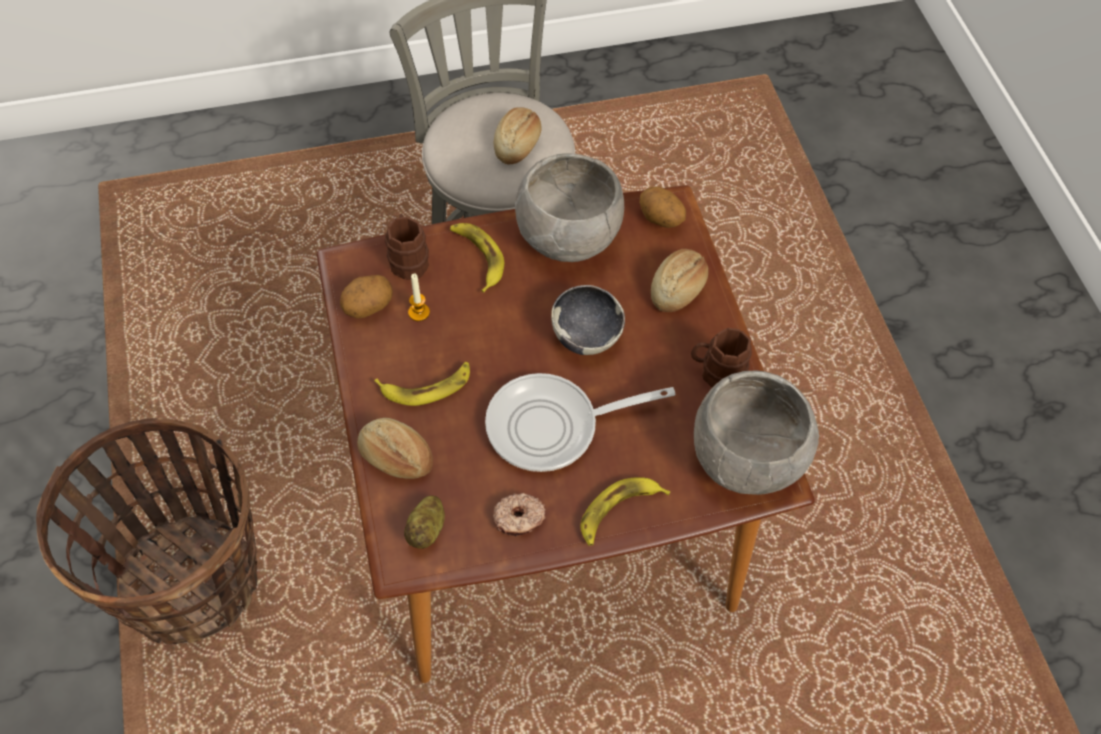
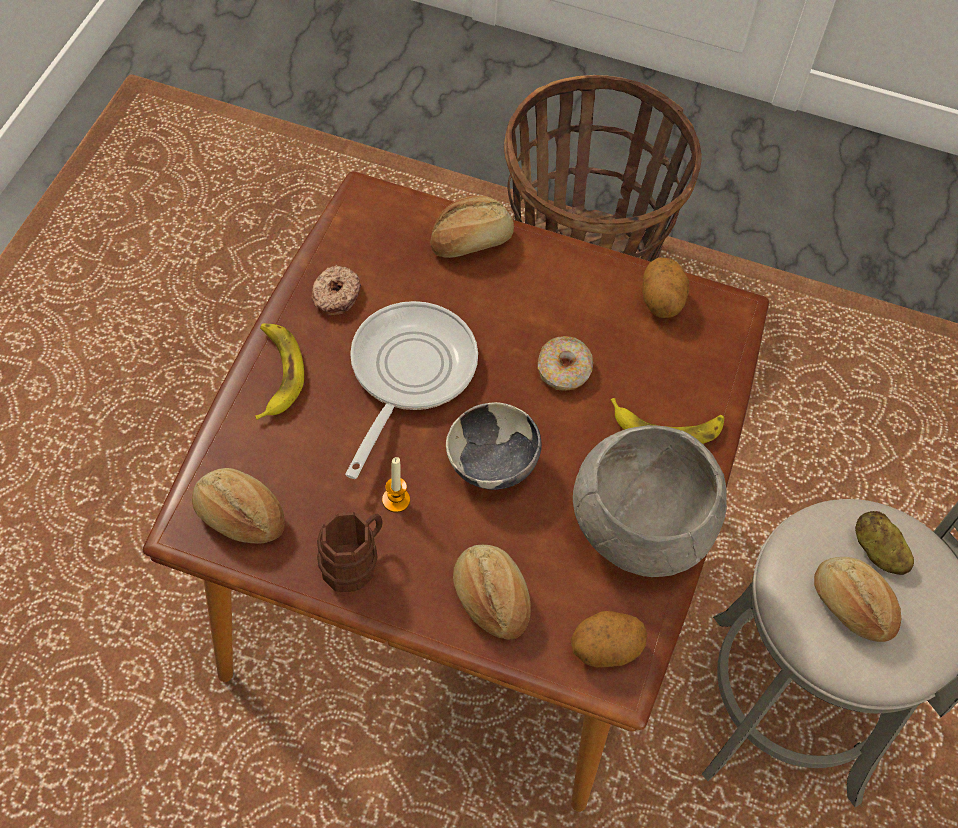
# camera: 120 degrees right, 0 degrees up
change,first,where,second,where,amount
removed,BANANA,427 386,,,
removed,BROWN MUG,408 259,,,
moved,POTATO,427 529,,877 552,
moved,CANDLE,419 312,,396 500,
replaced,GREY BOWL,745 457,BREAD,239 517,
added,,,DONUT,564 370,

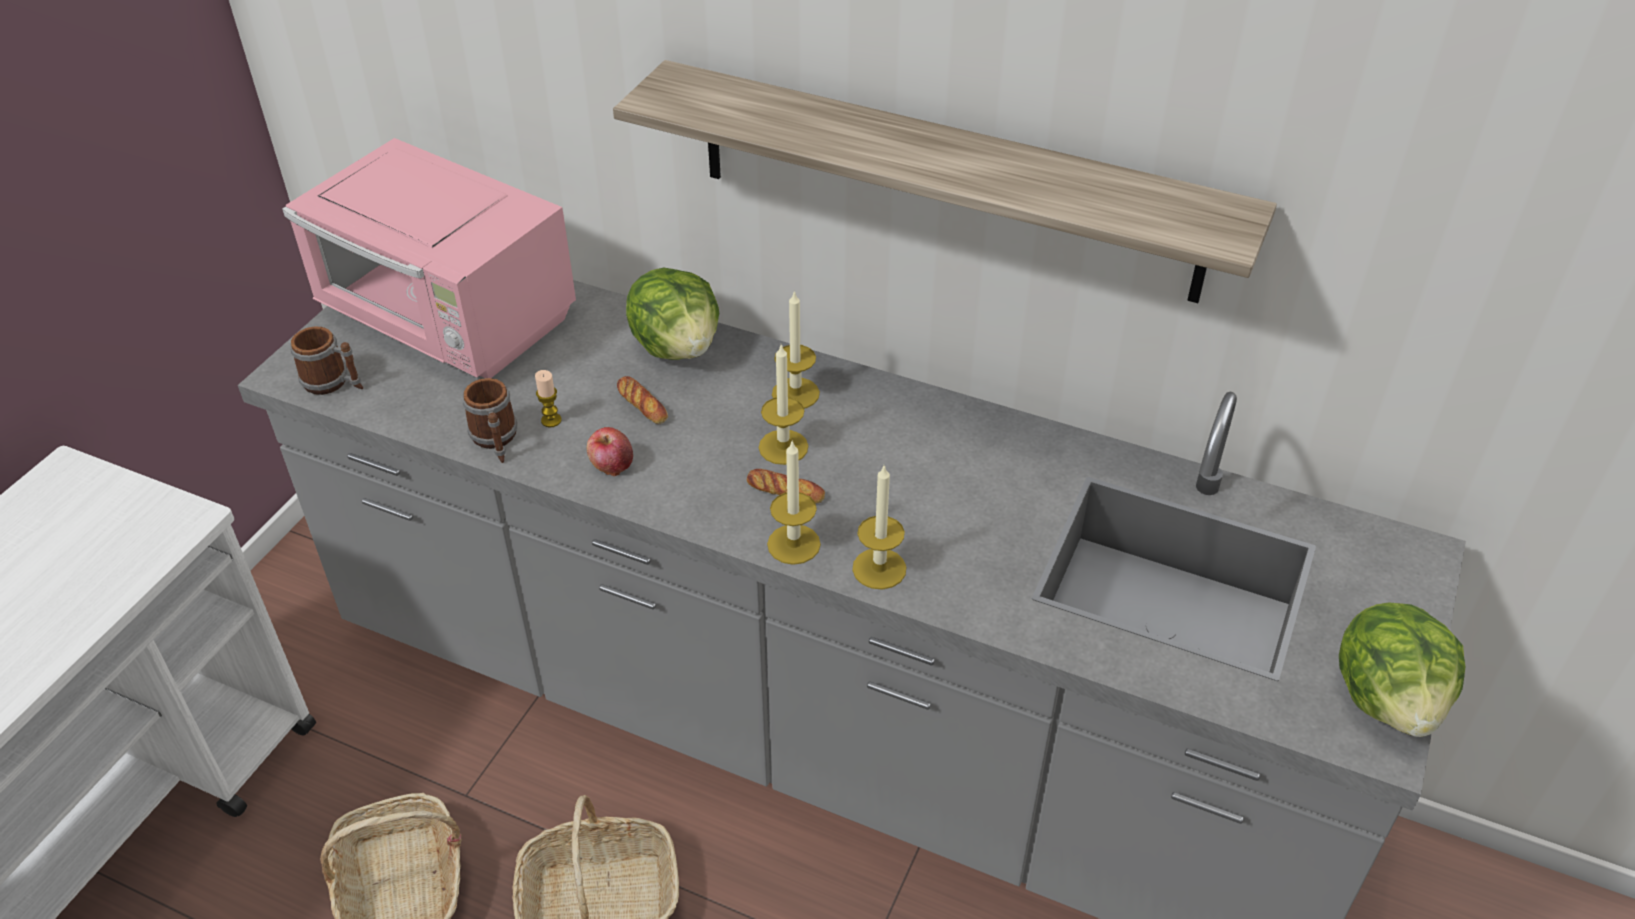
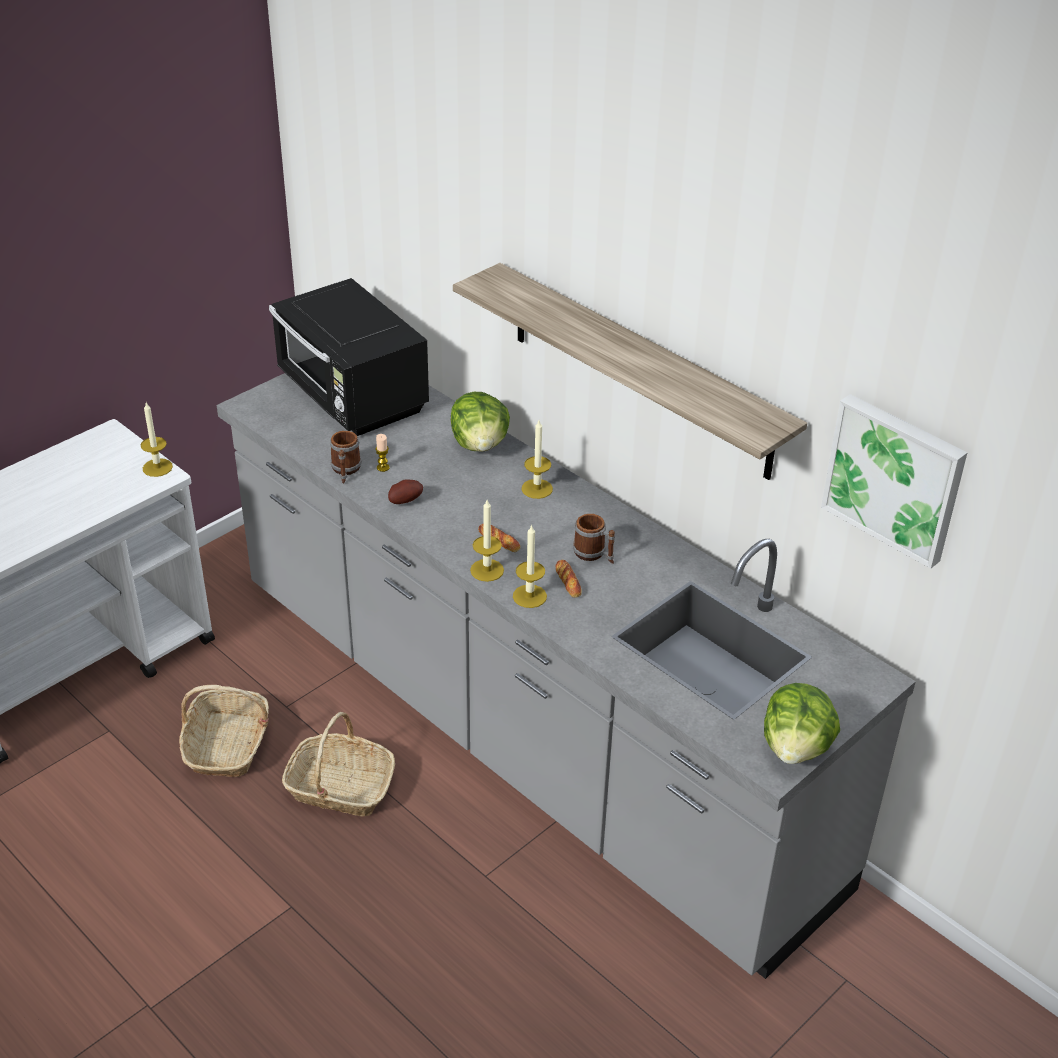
# camera: 20 degrees right, 5 degrees down
change,first,where,second,where,amount
recoloured,PINK MICROWAVE,449 320,BLACK MICROWAVE,352 397,
moved,MUG,333 383,,594 554,
replaced,APPLE,611 465,POTATO,405 501,
moved,BREAD,642 404,,568 581,
moved,CANDLE,783 447,,157 467,
added,,,PICTURE,895 478,

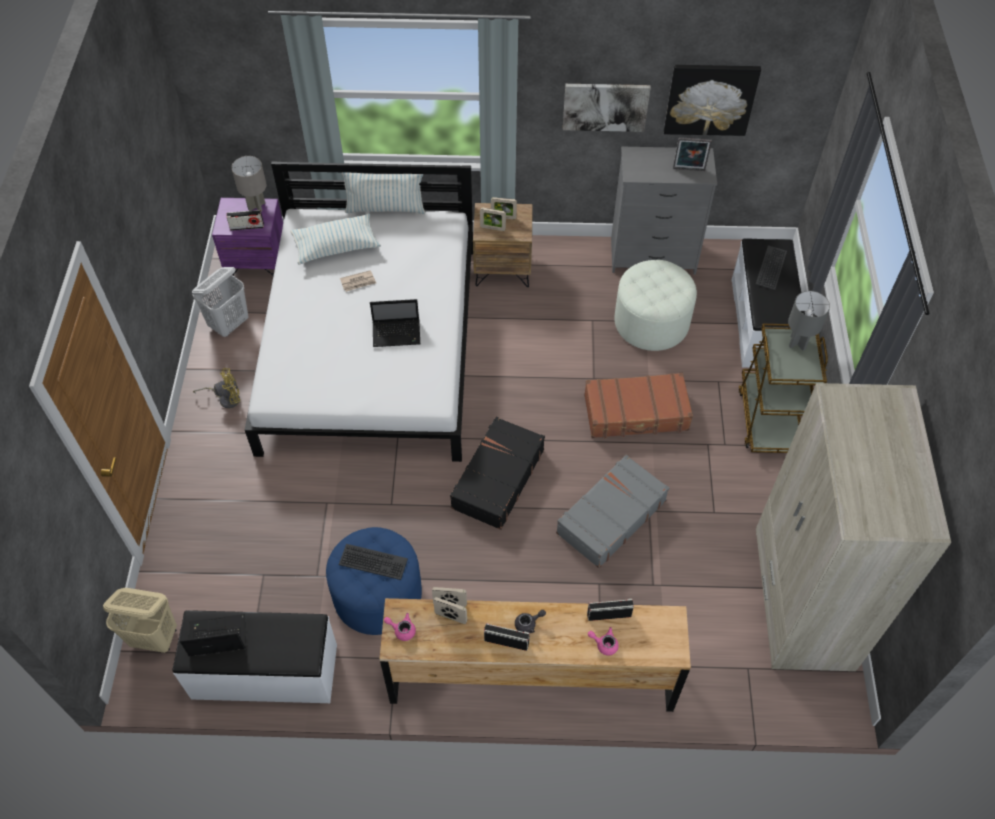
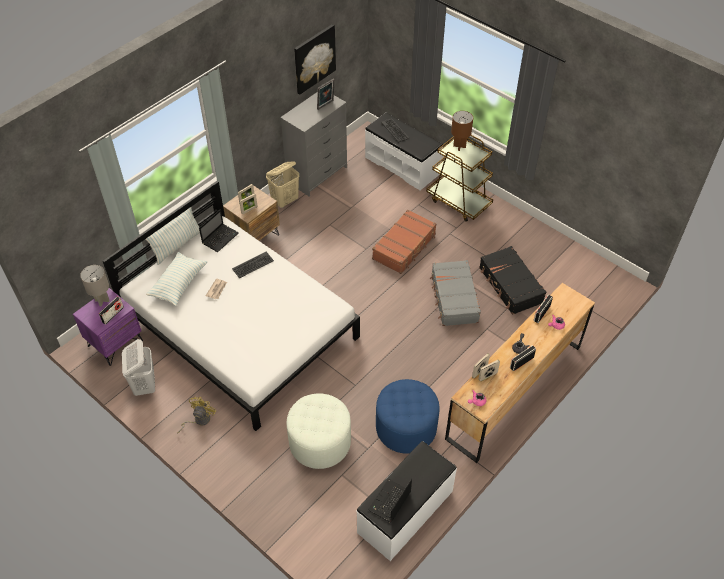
# camera: 50 degrees left, 5 degrees down
change,first,where,second,where,amount
moved,BEIGE LAUNDRY BASKET,155 638,,285 201,
moved,KEYBOARD,373 562,,253 265,
moved,LAPTOP,397 333,,220 238,
moved,BLACK SUITCASE,497 479,,510 285,
removed,PICTURE,605 106,,,
moved,WHITE OTTOMAN,651 322,,320 442,
removed,BEIGE WARDROBE,802 600,,,
recoloured,GREY TABLE LAMP,797 343,BROWN TABLE LAMP,459 146,

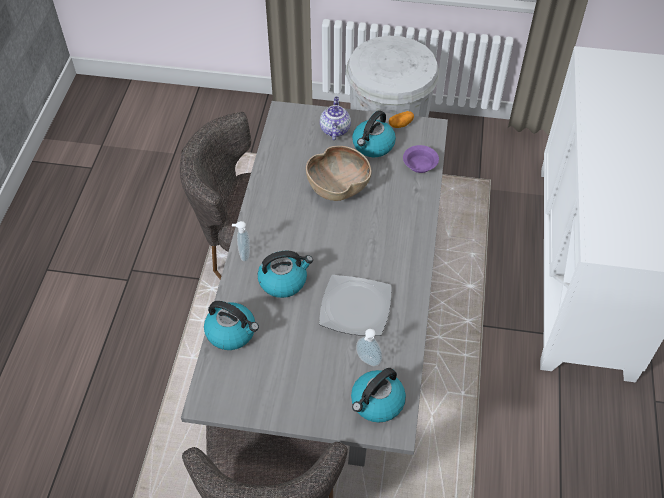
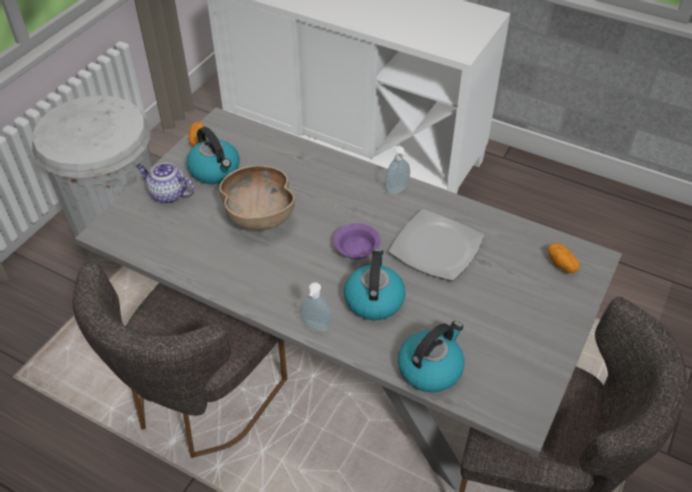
# camera: 70 degrees left, 5 degrees down
change,first,where,second,where,amount
replaced,KETTLE,377 403,POTATO,561 264,
moved,SOAP DISPENSER,367 361,,397 191,
moved,PURPLE BOWL,420 164,,355 248,

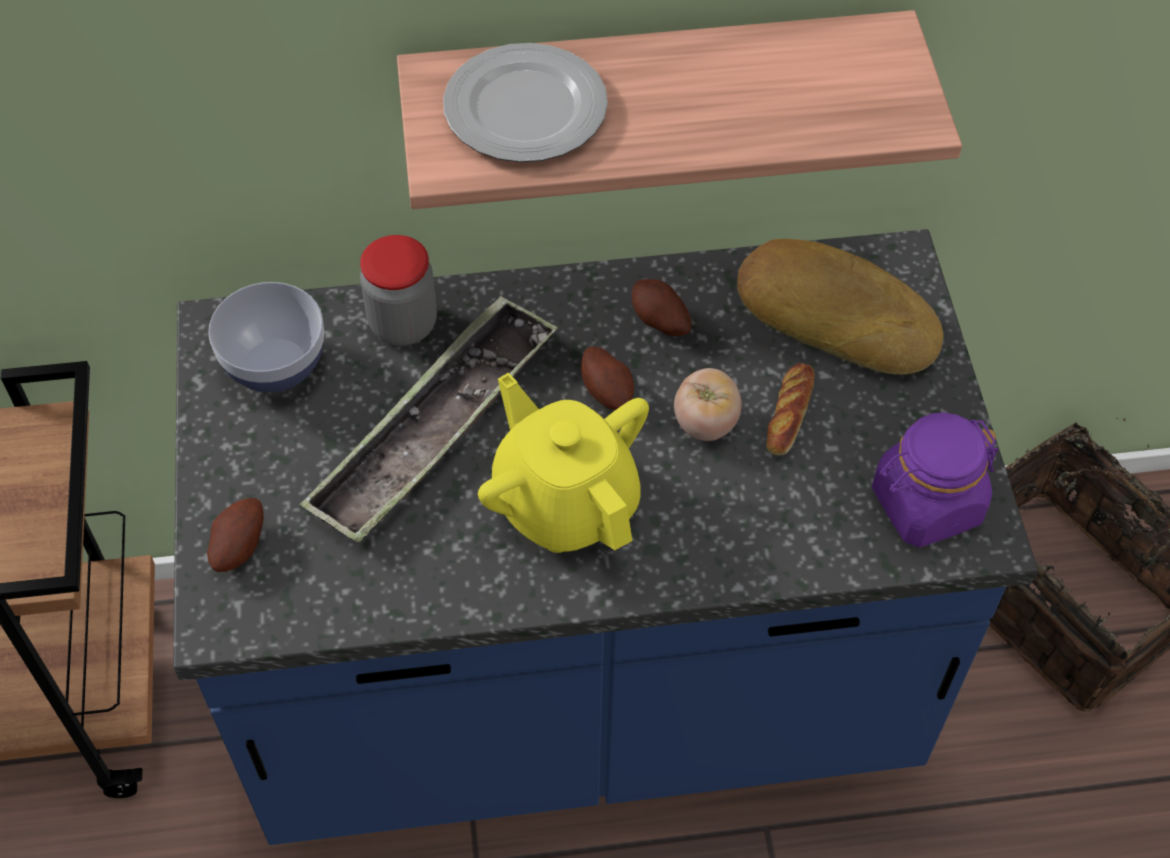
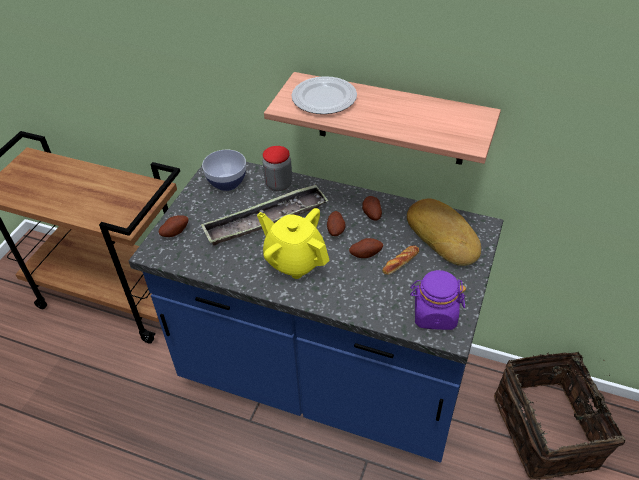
# camera: 30 degrees right, 10 degrees down
change,first,where,second,where,amount
turned,YELLOW TEAPOT,565 502,,294 260,45 degrees counterclockwise
replaced,TOMATO,705 423,POTATO,365 254,

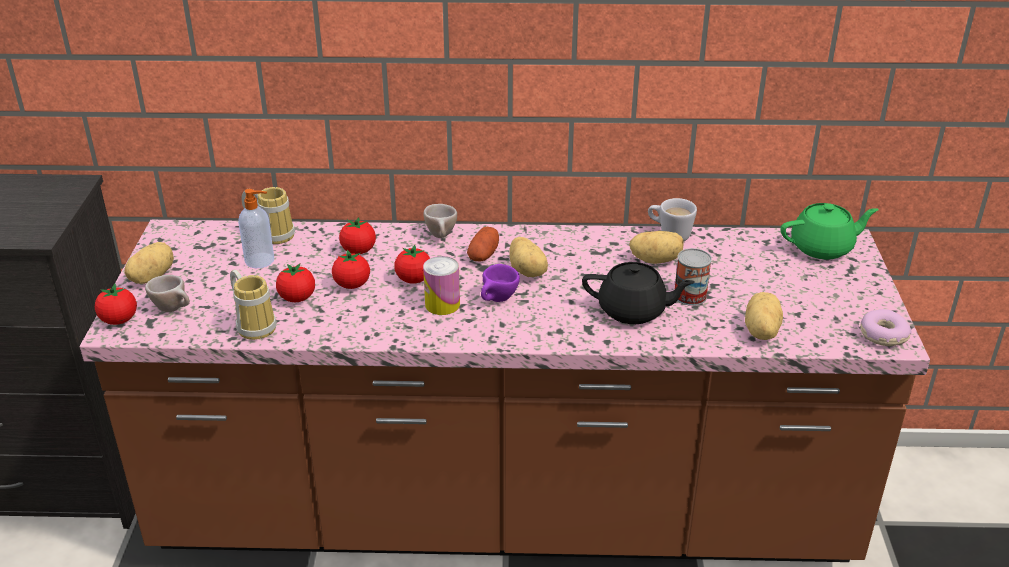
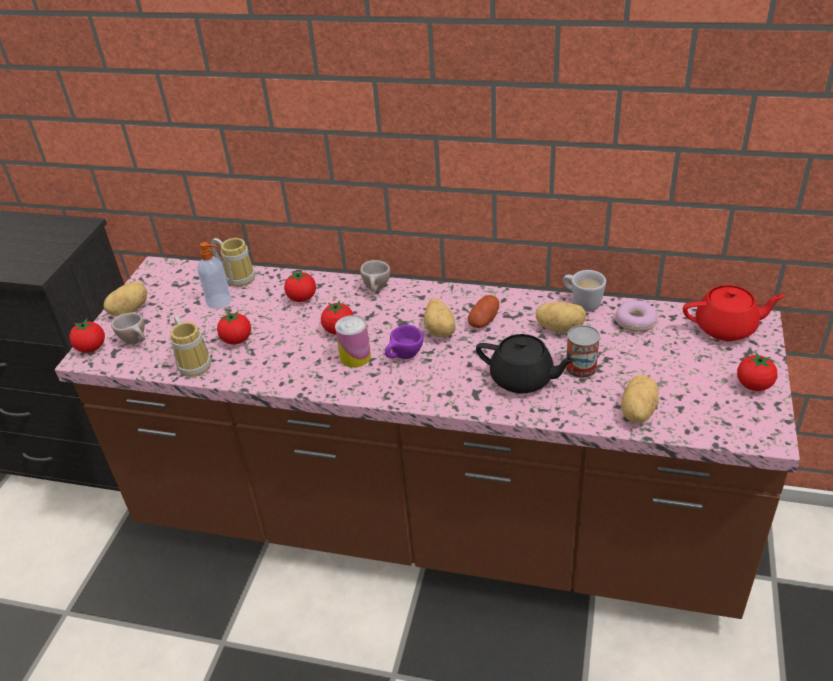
# camera: 15 degrees right, 5 degrees up
change,first,where,second,where,amount
moved,TOMATO,352 285,,754 385,
moved,POTATO,483 254,,484 320,
recoloured,GREEN TEAPOT,823 248,RED TEAPOT,727 328,
moved,DONUT,882 335,,635 322,

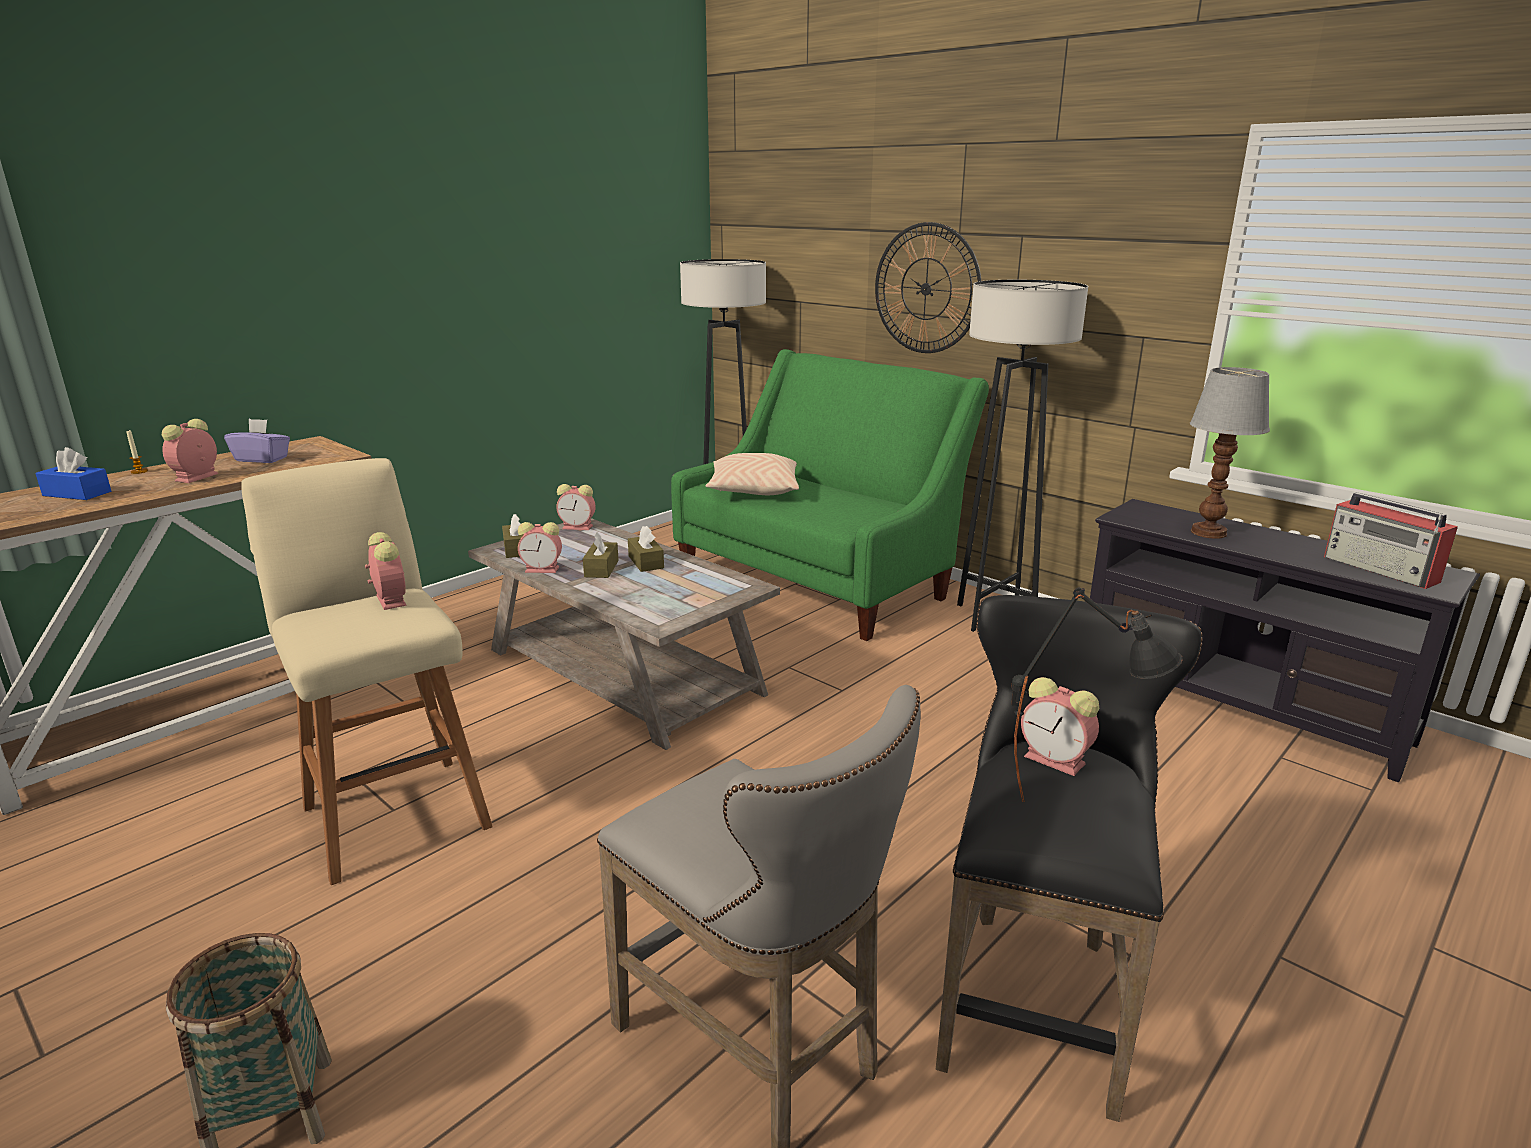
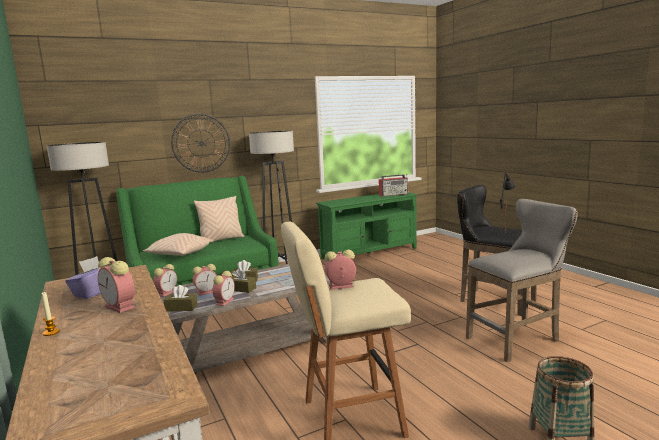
# camera: 70 degrees left, 10 degrees down
change,first,where,second,where,amount
removed,BLUE TISSUE BOX,77 493,,,
moved,ALARM CLOCK,1057 760,,207 292,
recoloured,BLACK TV STAND,1237 706,GREEN TV STAND,369 253,
removed,TABLE LAMP,1208 533,,,
added,,,BEIGE PILLOW,221 240,

